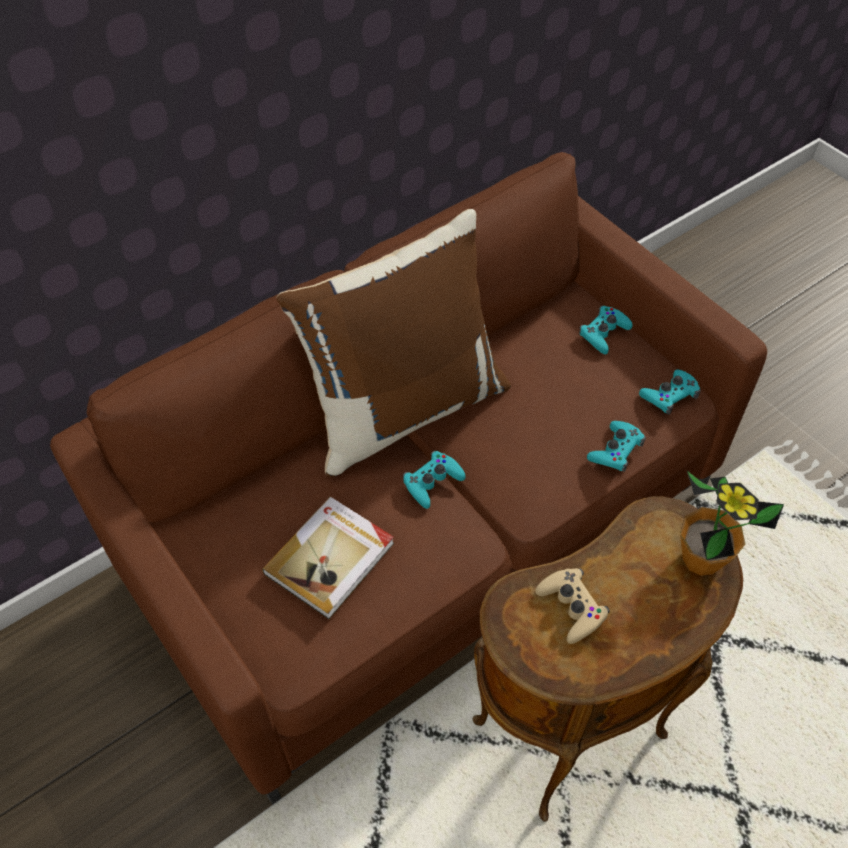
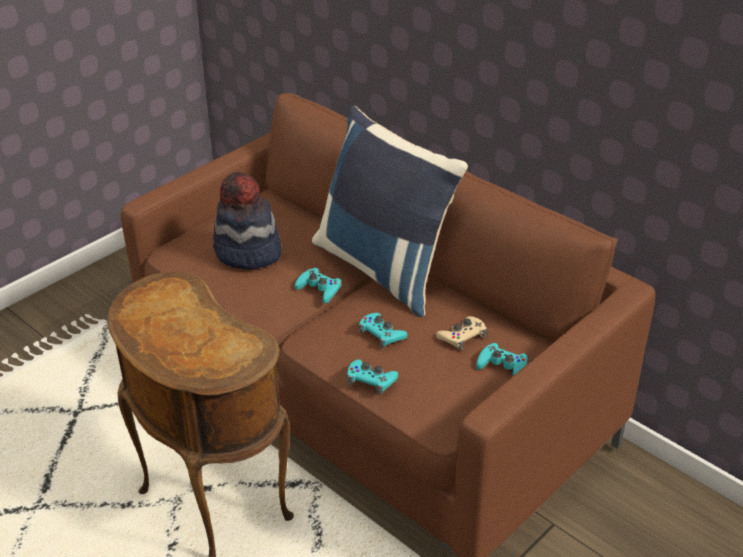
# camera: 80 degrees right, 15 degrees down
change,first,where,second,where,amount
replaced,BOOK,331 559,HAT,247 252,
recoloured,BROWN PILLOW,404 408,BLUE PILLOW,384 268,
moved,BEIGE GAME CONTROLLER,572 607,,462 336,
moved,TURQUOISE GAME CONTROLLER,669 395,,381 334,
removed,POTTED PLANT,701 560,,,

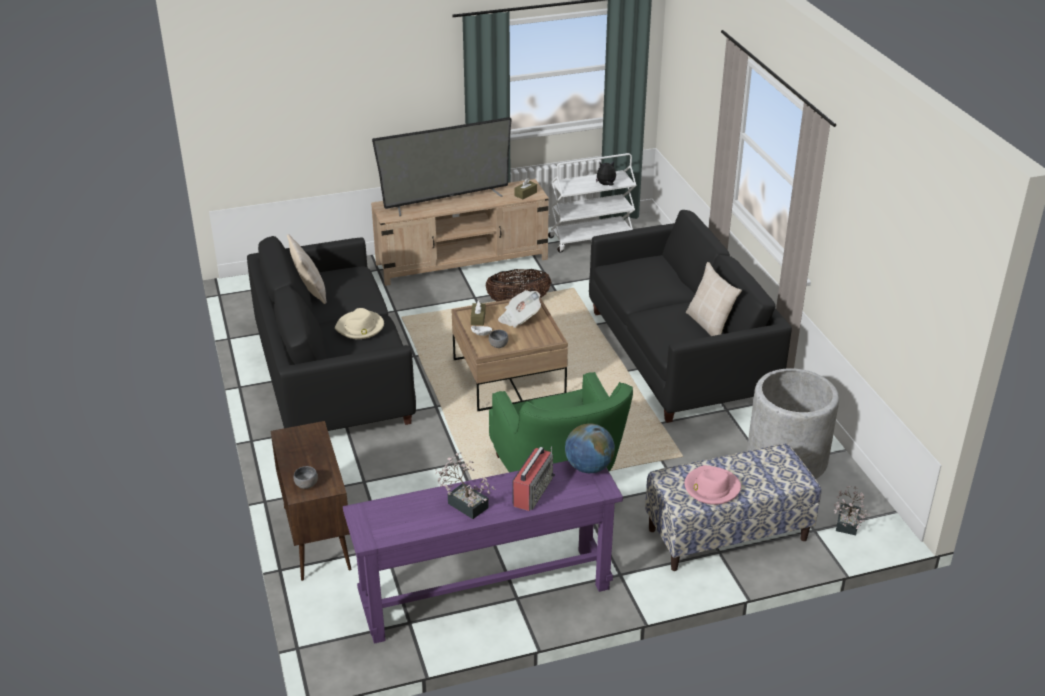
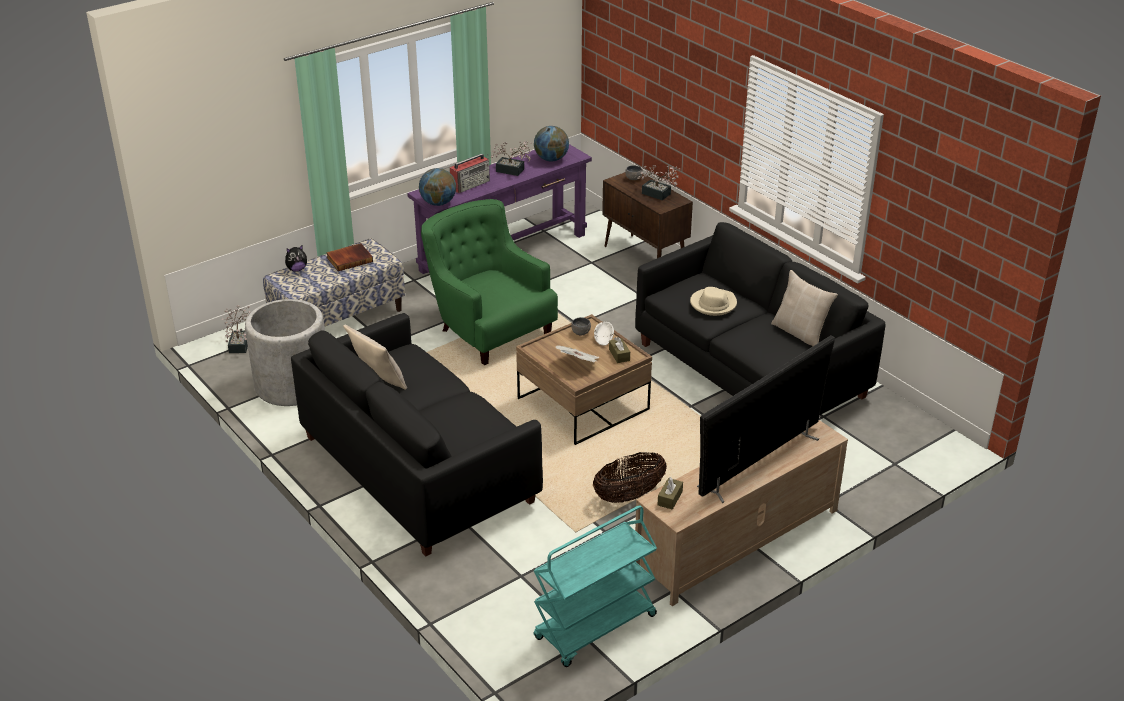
# camera: 160 degrees right, 0 degrees up
change,first,where,second,where,amount
turned,RADIO,533 491,,471 184,135 degrees counterclockwise
recoloured,WHITE CART,591 238,TURQUOISE CART,595 628,
moved,PLUSH TOY,606 185,,297 269,
replaced,PINK HAT,711 488,BOOK,349 259,
added,,,GLOBE,551 159,
added,,,POTTED PLANT,658 195,

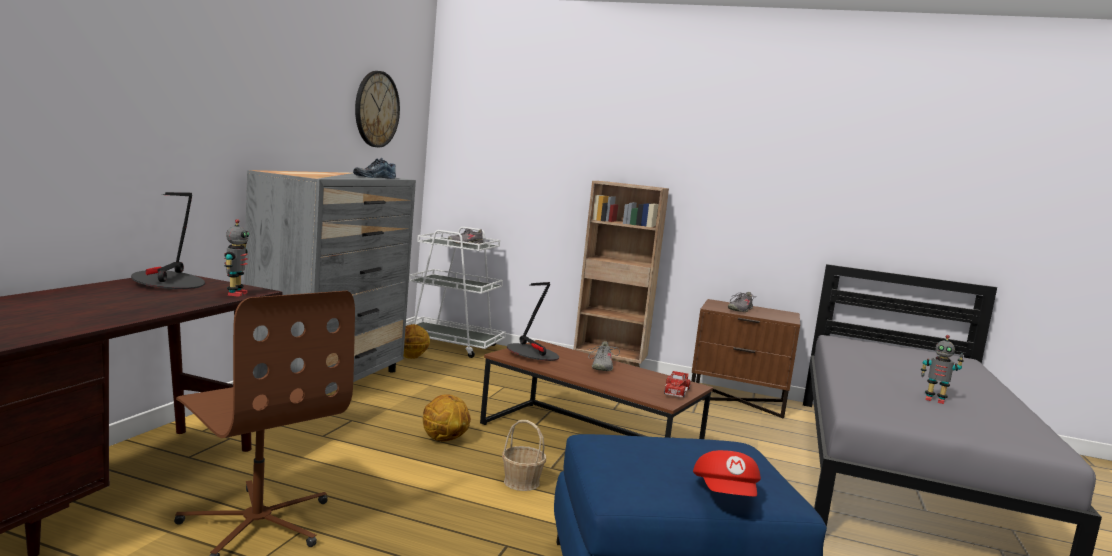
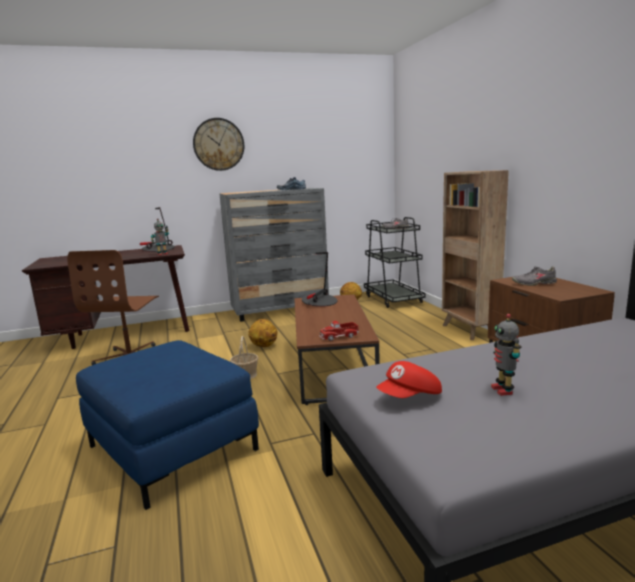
# camera: 55 degrees right, 5 degrees up
change,first,where,second,where,amount
moved,WALL CLOCK,376 109,,218 144,
recoloured,WHITE CART,451 345,BLACK CART,393 299,
removed,GREY SHOE,601 366,,,
moved,RED CAP,726 495,,410 397,

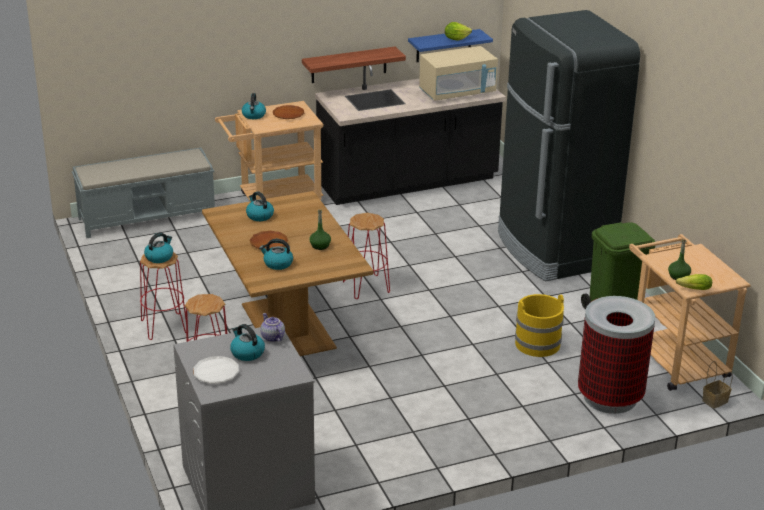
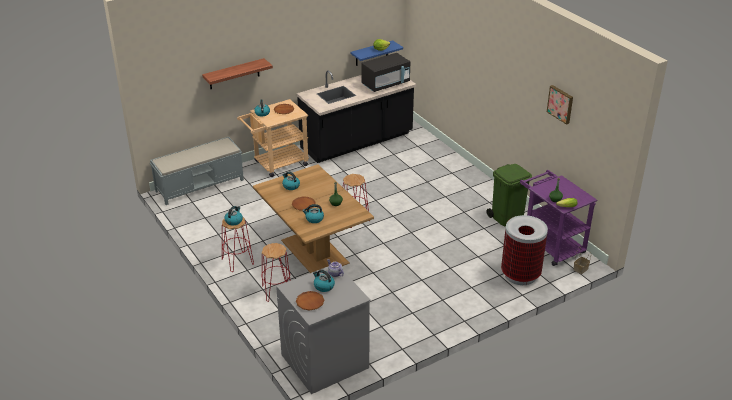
# camera: 10 degrees left, 5 degrees up
change,first,where,second,where,amount
recoloured,WHITE PLATE,216 373,BROWN PLATE,310 302,
moved,SHELF,349 65,,234 74,
recoloured,BEIGE MICROWAVE,457 93,BLACK MICROWAVE,385 84,
removed,BLACK FRIDGE,553 250,,,
removed,YELLOW BUCKET,537 344,,,
recoloured,BEIGE CART,674 358,PURPLE CART,550 244,
added,,,PICTURE,561 104,

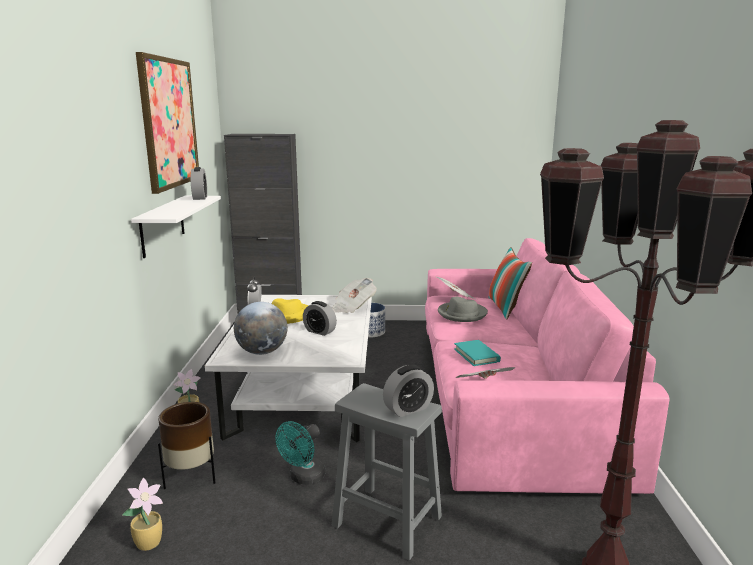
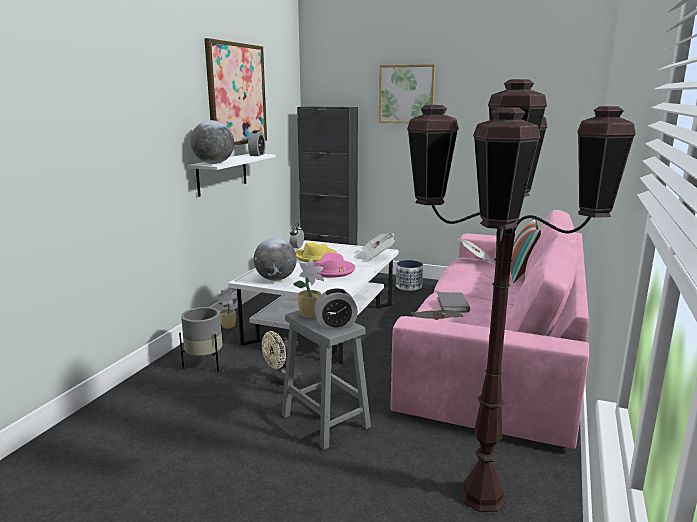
# camera: 20 degrees right, 0 degrees up
change,first,where,second,where,amount
moved,POTTED PLANT,150 542,,311 314,
recoloured,BROWN PLANTER,190 477,GREY PLANTER,204 365,
recoloured,TURQUOISE FAN,303 478,BEIGE FAN,282 380,
replaced,ALARM CLOCK,319 331,PINK HAT,332 271,
removed,GREY HAT,462 314,,,
recoloured,TURQUOISE BOOK,476 355,GREY BOOK,453 305,
added,,,GLOBE,214 163,
added,,,PICTURE,406 94,

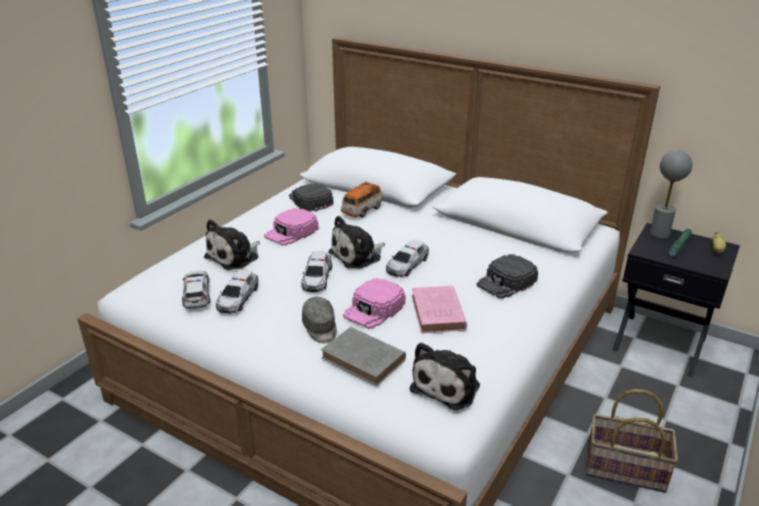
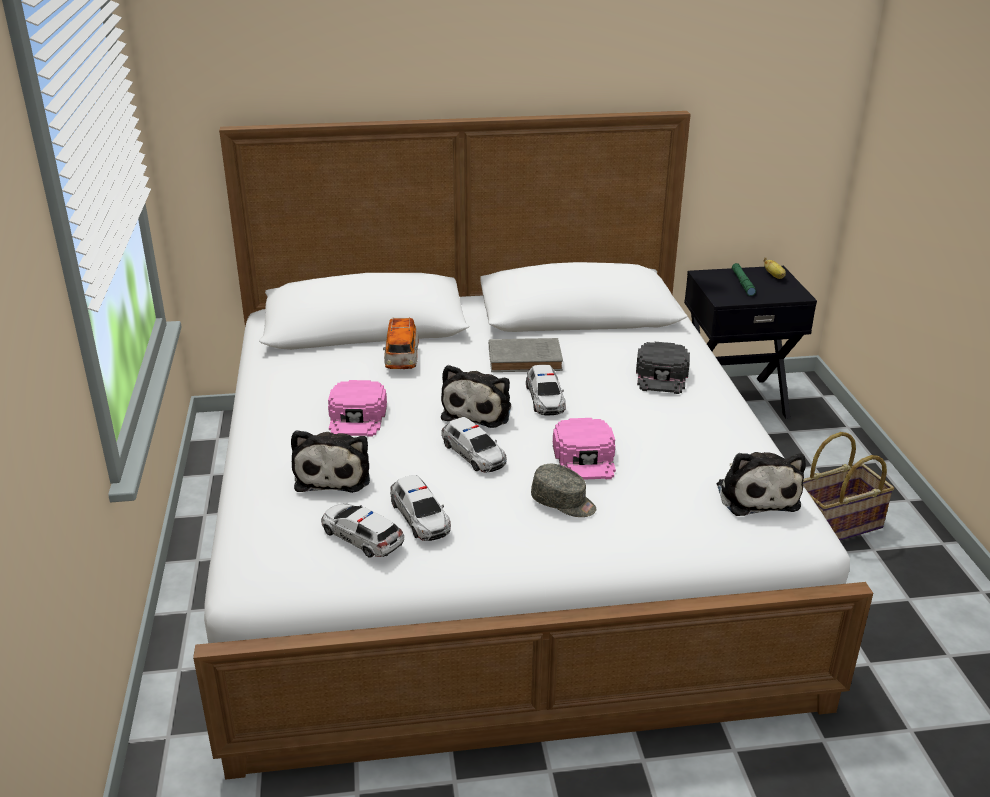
# camera: 40 degrees left, 0 degrees up
change,first,where,second,where,amount
removed,BLACK CAP,310 200,,,
moved,GREY BOOK,365 360,,527 360,
removed,PINK BOOK,438 314,,,
removed,GREY TABLE LAMP,659 234,,,

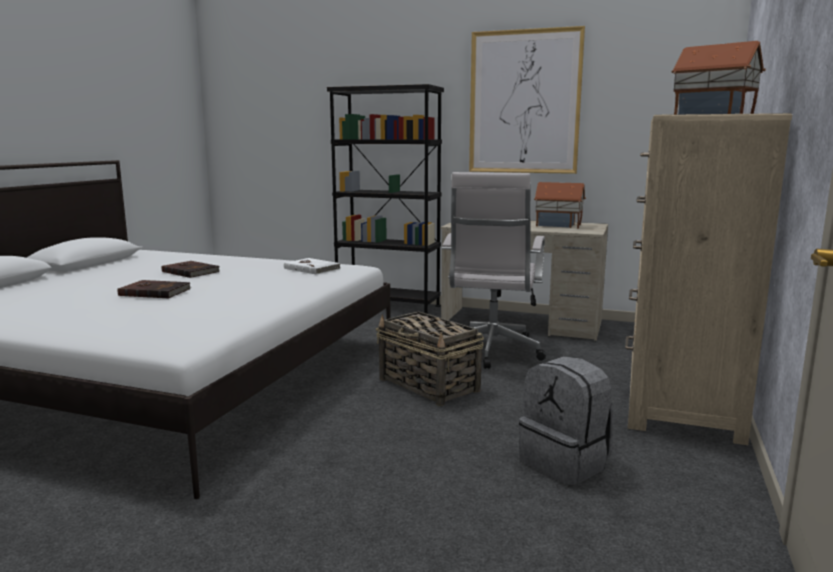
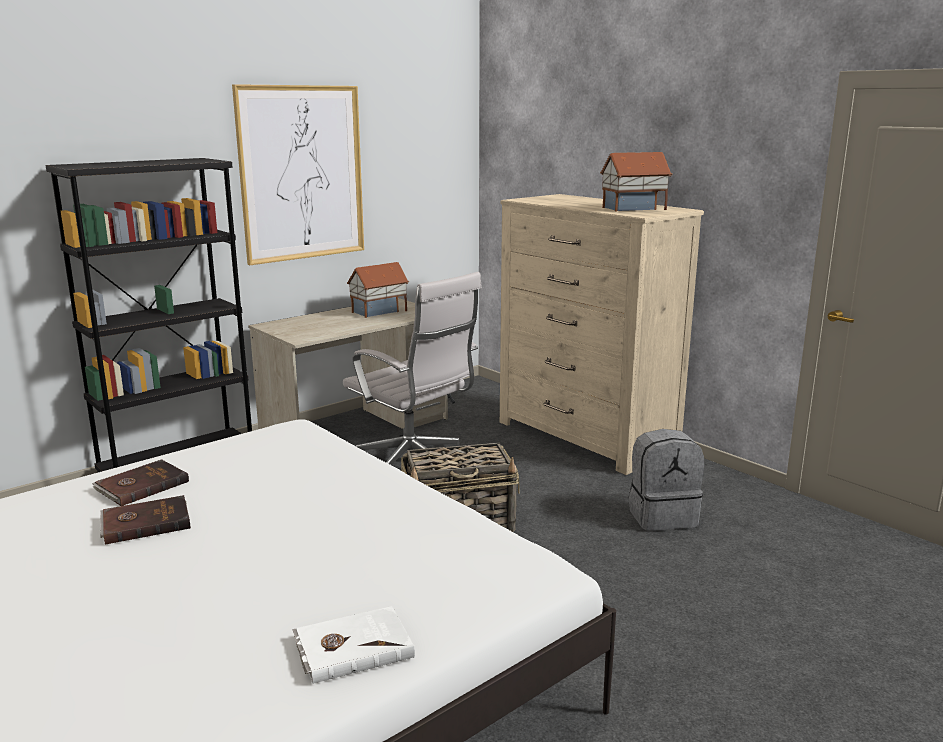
# camera: 60 degrees left, 5 degrees up
change,first,where,second,where,amount
moved,BROWN BOOK,155 292,,141 486,
moved,WHITE BOOK,312 268,,352 647,

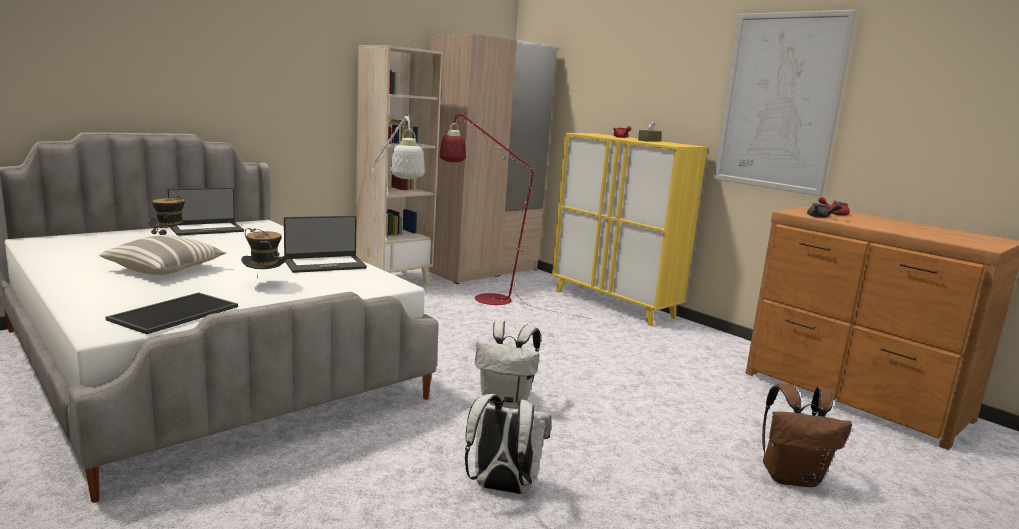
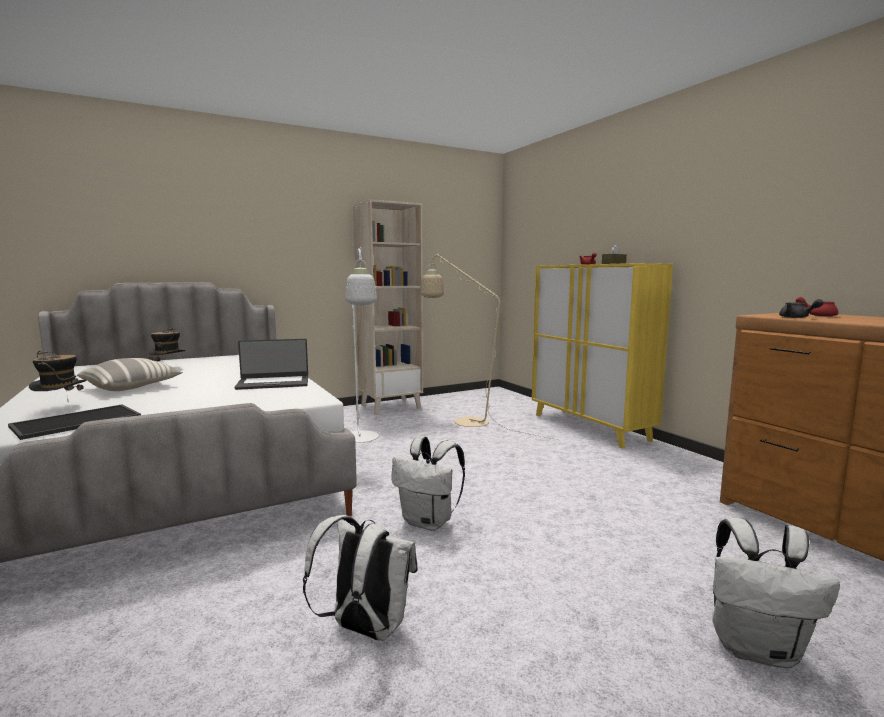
# camera: 15 degrees right, 5 degrees down
change,first,where,second,where,amount
removed,LAPTOP,206 229,,,
moved,HAT,265 285,,61 408,
removed,BEIGE WARDROBE,480 270,,,
recoloured,RED FLOOR LAMP,483 297,BEIGE FLOOR LAMP,463 420,
removed,PICTURE,780 102,,,
recoloured,BROWN BACKPACK,792 477,WHITE BACKPACK,757 648,

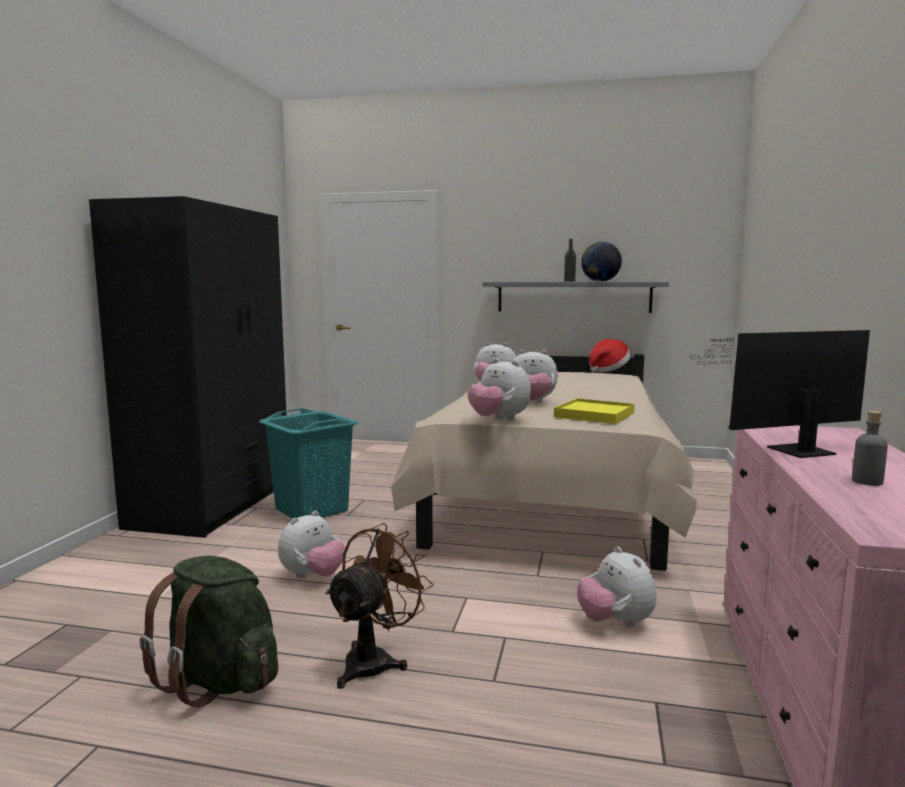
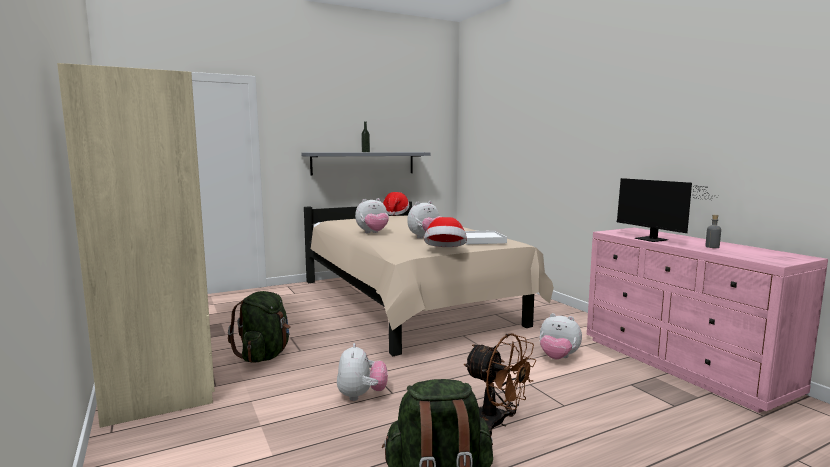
# camera: 40 degrees left, 0 degrees up
change,first,where,second,where,amount
recoloured,BLACK WARDROBE,214 504,BEIGE WARDROBE,160 377,
replaced,TURQUOISE LAUNDRY BASKET,312 510,GREEN BACKPACK,264 355,
turned,BROWN FAN,375 661,,497 423,135 degrees clockwise
replaced,PLUSH TOY,499 420,HAT,445 250,
recoloured,YELLOW TRAY,594 415,WHITE TRAY,481 240,
removed,GLOBE,600 281,,,
turned,MONITOR,792 451,,654 240,60 degrees counterclockwise

